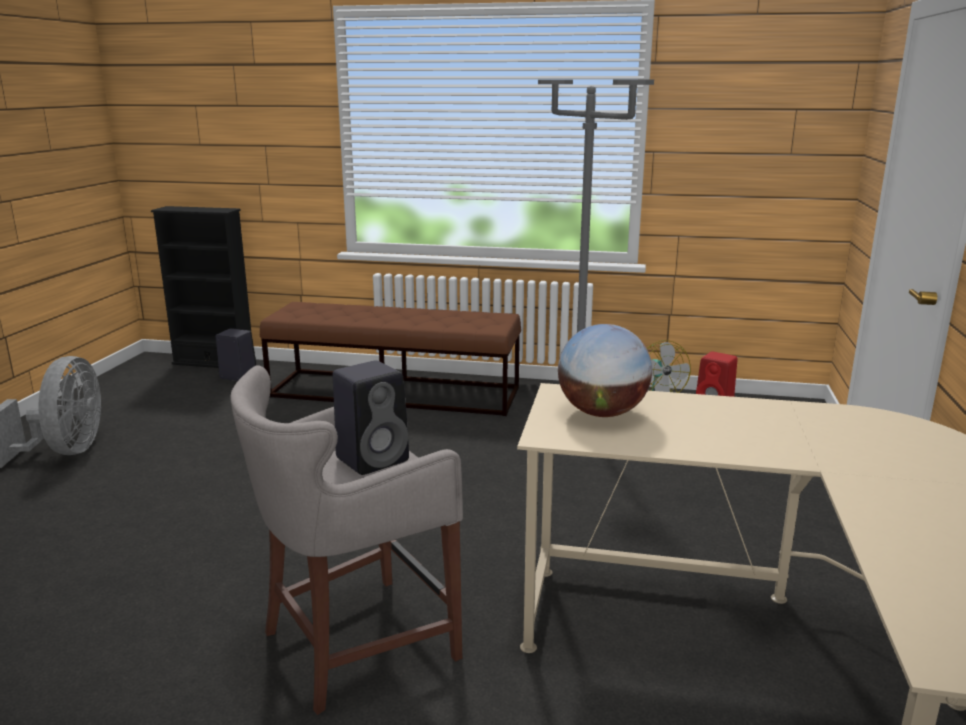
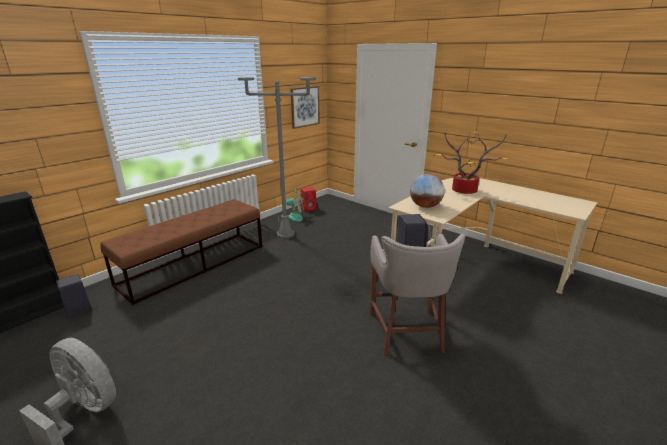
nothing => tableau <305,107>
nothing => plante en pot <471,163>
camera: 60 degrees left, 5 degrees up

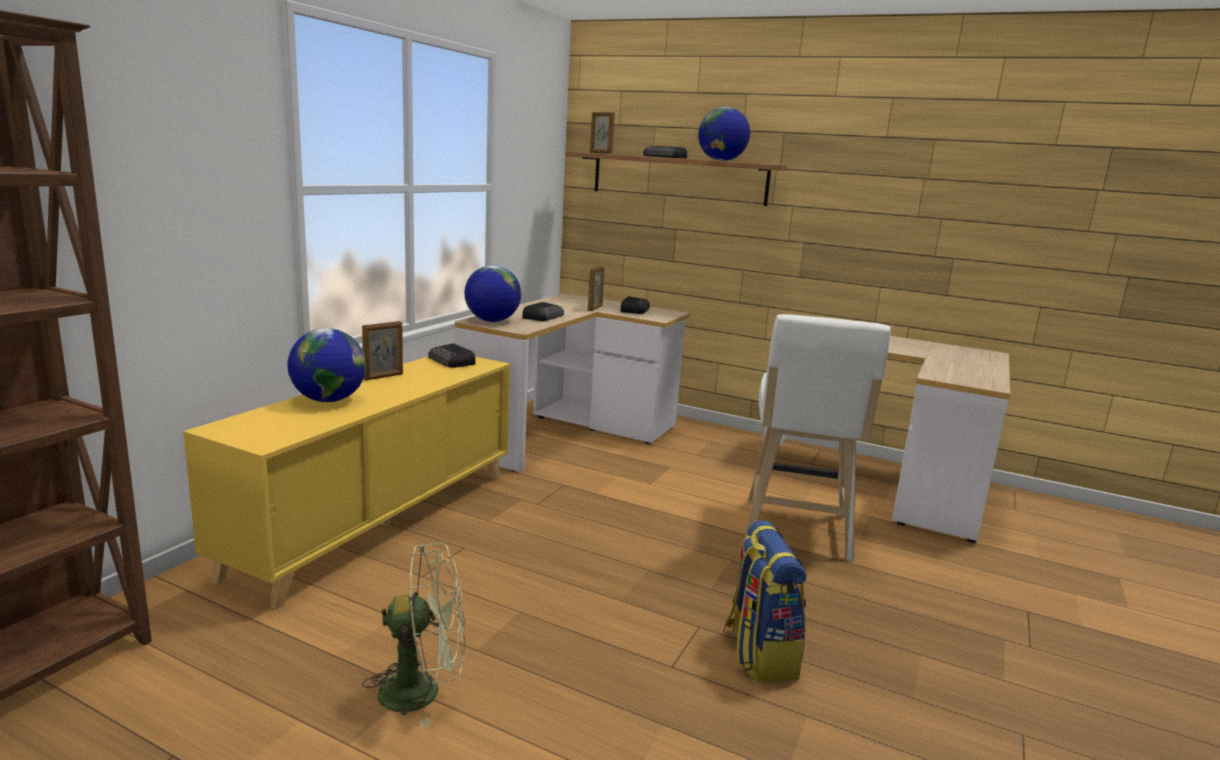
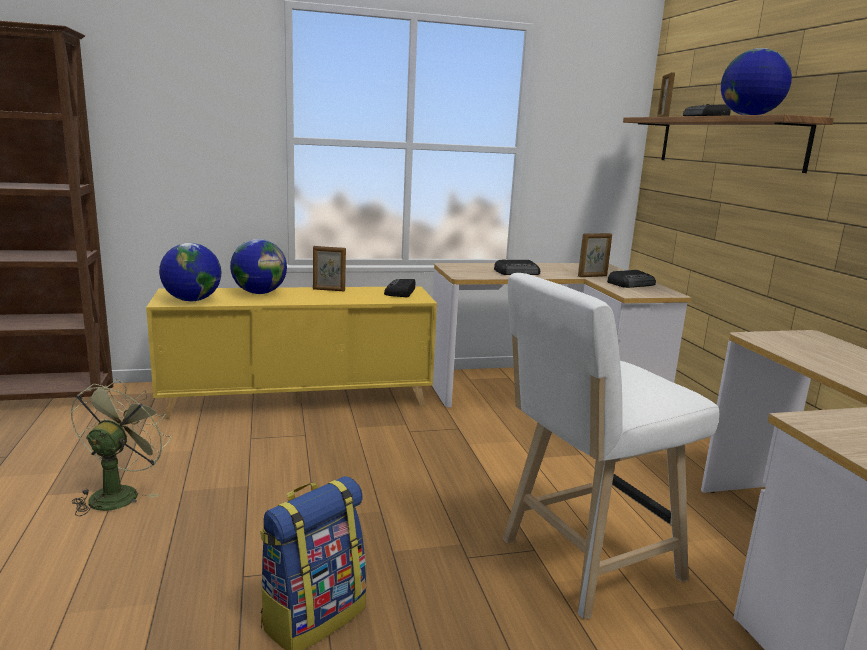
globe <492,293> => globe <190,272>, relocated
ventilateur [vert] <413,636> => ventilateur [vert] <120,447>, 120 degrees counterclockwise
camera: 50 degrees right, 0 degrees up

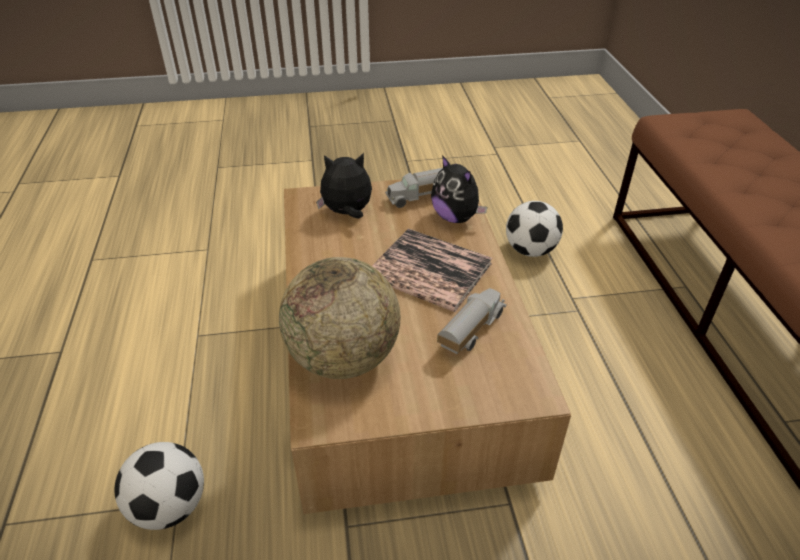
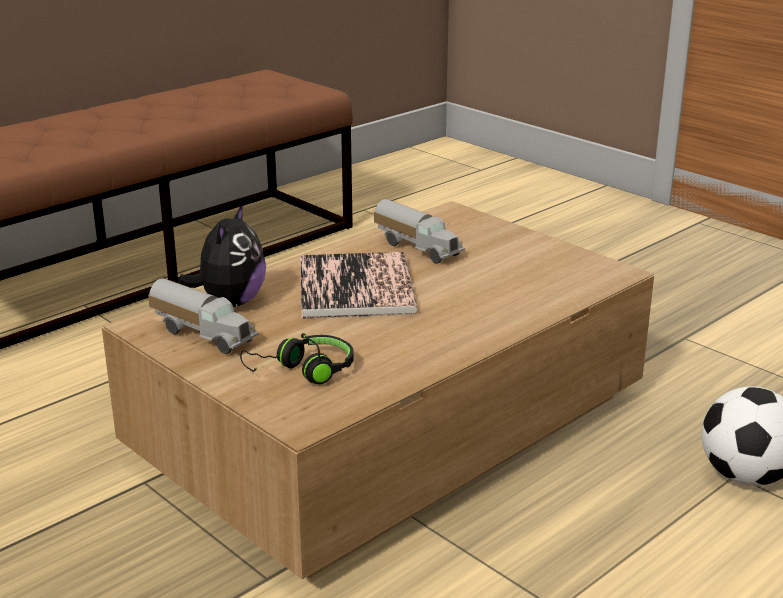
globe <339,318> => nothing
ballon de foot <534,229> => nothing
peluche <344,186> => casque audio [noir] <297,358>
camion jouet <472,321> => camion jouet <419,231>, 135 degrees counterclockwise
camera: 125 degrees left, 15 degrees down

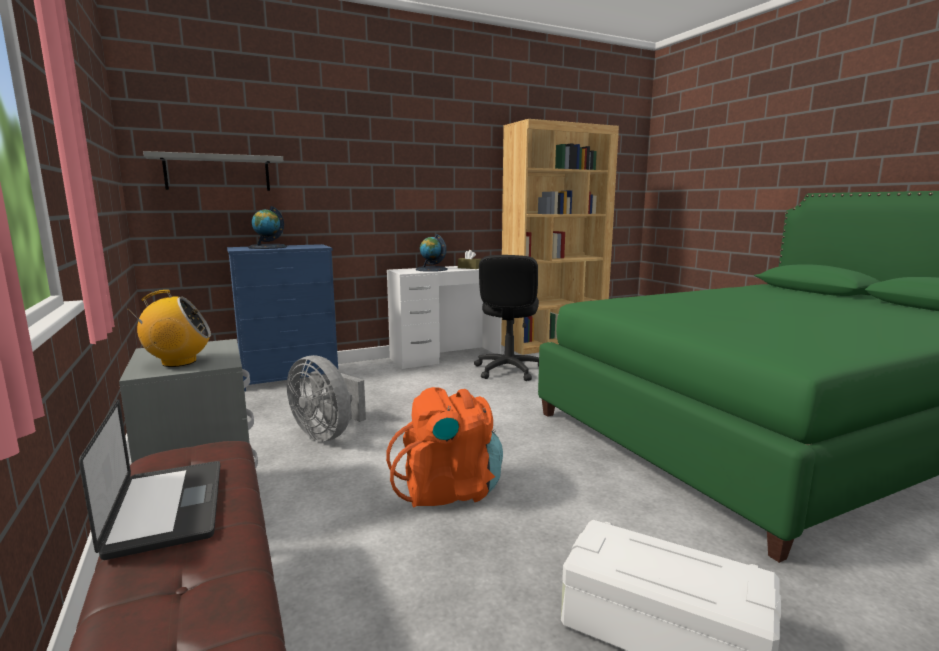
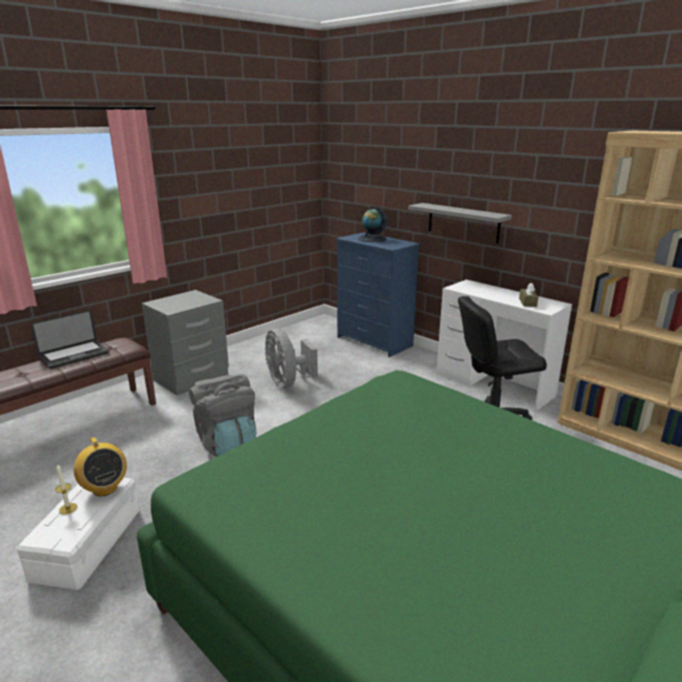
globe <432,253> => nothing
nothing => bougie <66,489>
radio <170,328> => radio <100,466>, relocated
étagère [gris] <213,171> => étagère [gris] <460,223>, relocated
sac à dos [orange] <444,447> => sac à dos [gris] <222,415>
ventilateur [gris] <326,398> => ventilateur [gris] <291,358>, 45 degrees counterclockwise
camera: 70 degrees right, 10 degrees up

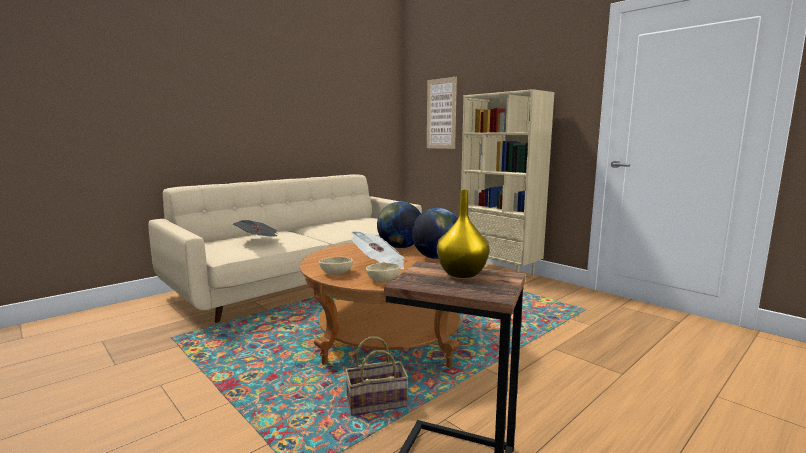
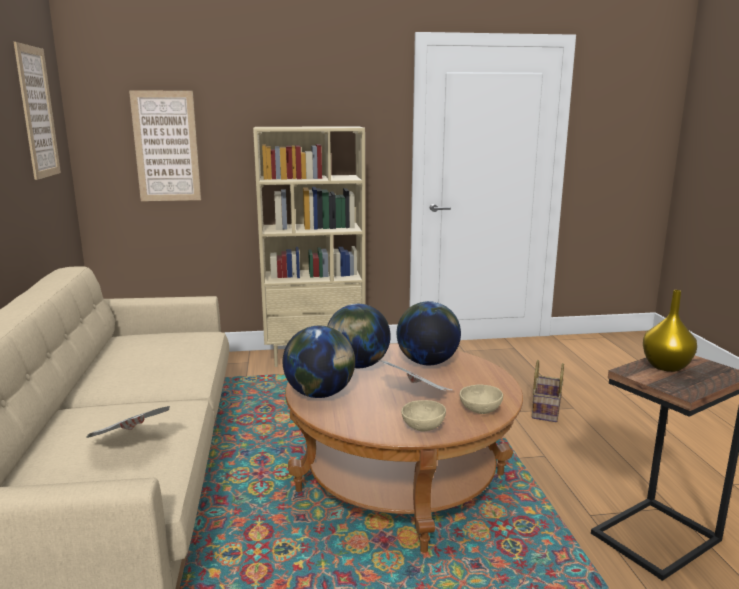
nothing => tableau <37,111>
nothing => globe <319,362>
panier <377,376> => panier <548,391>, relocated
camera: 55 degrees left, 5 degrees up

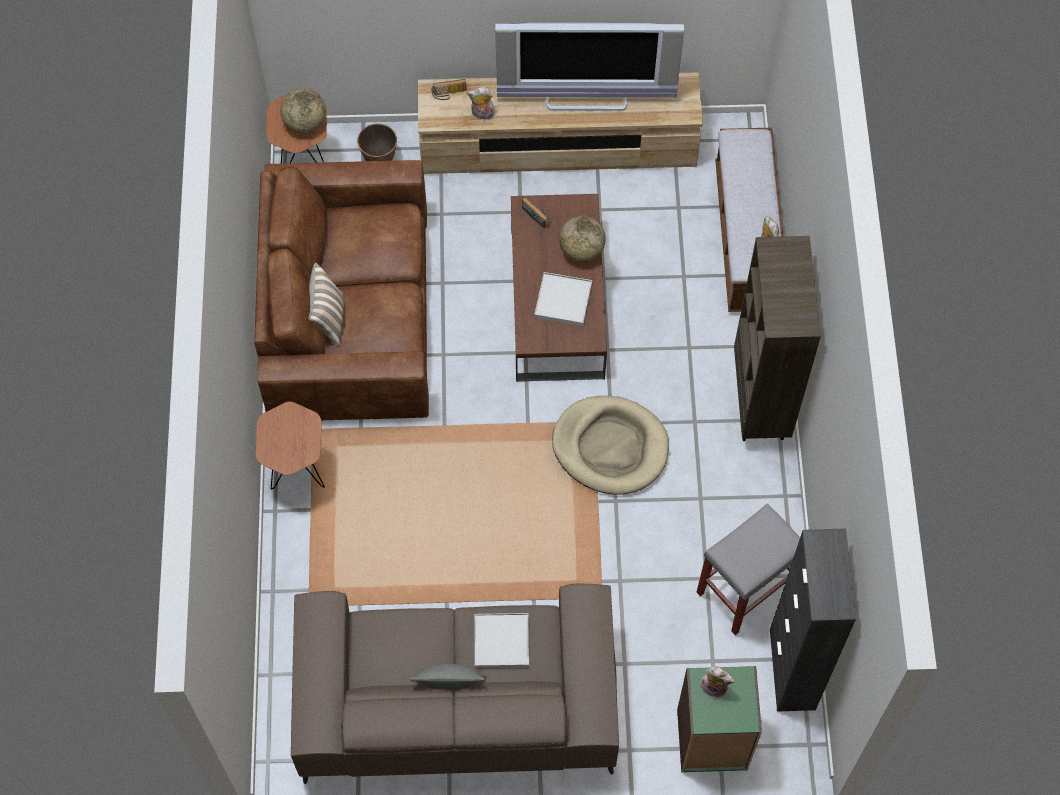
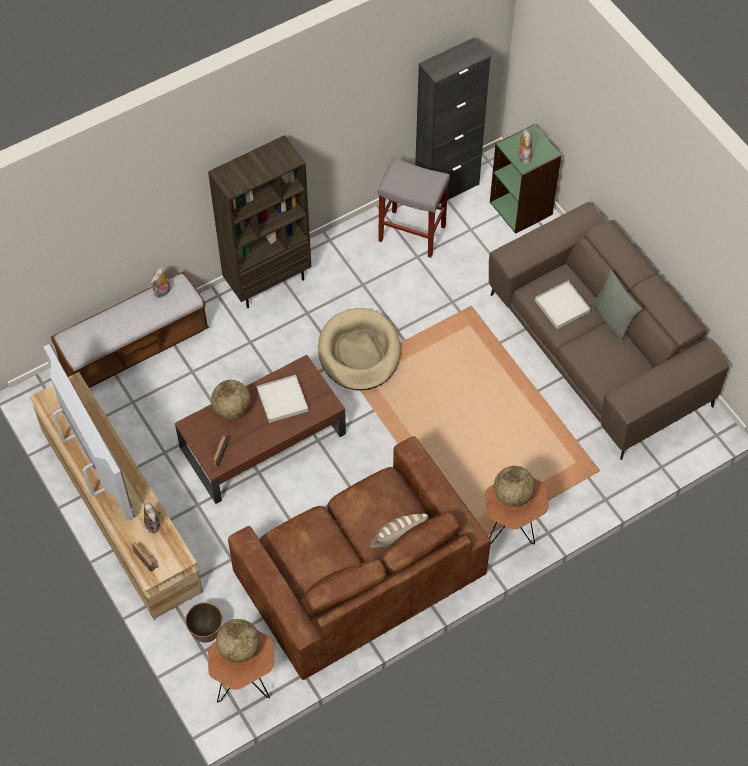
nothing => globe <514,486>
camera: 120 degrees left, 5 degrees down

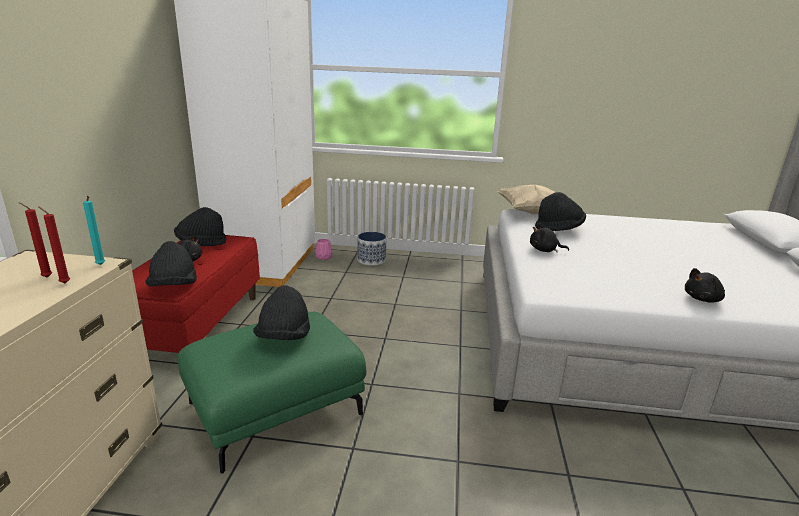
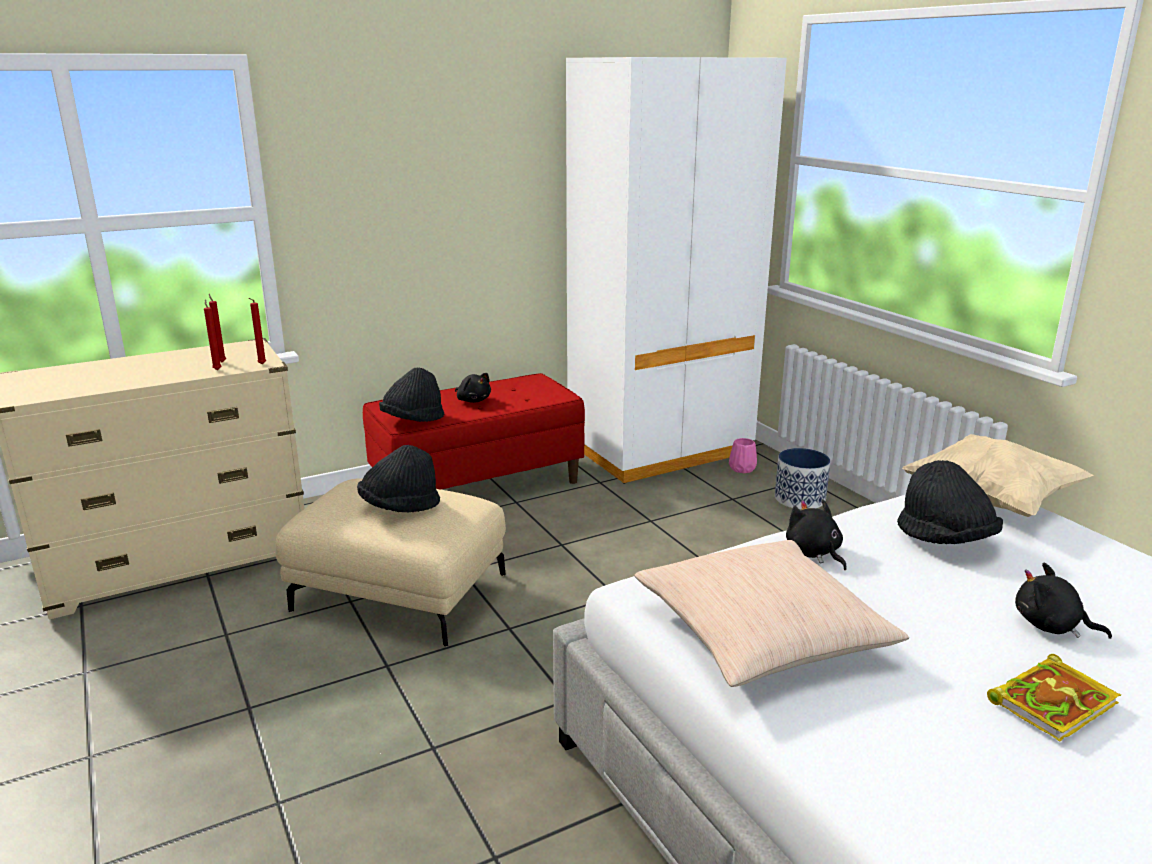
chapeau [noir] <200,226> => nothing
nothing => coussin [beige] <771,613>
nothing => livre <1054,698>
peluche [noir] <705,285> => peluche [noir] <1063,601>, relocated
bougie [turquoise] <94,230> => bougie [rouge] <257,331>
pouf [vert] <272,393> => pouf [beige] <391,562>
camera: 55 degrees right, 0 degrees up

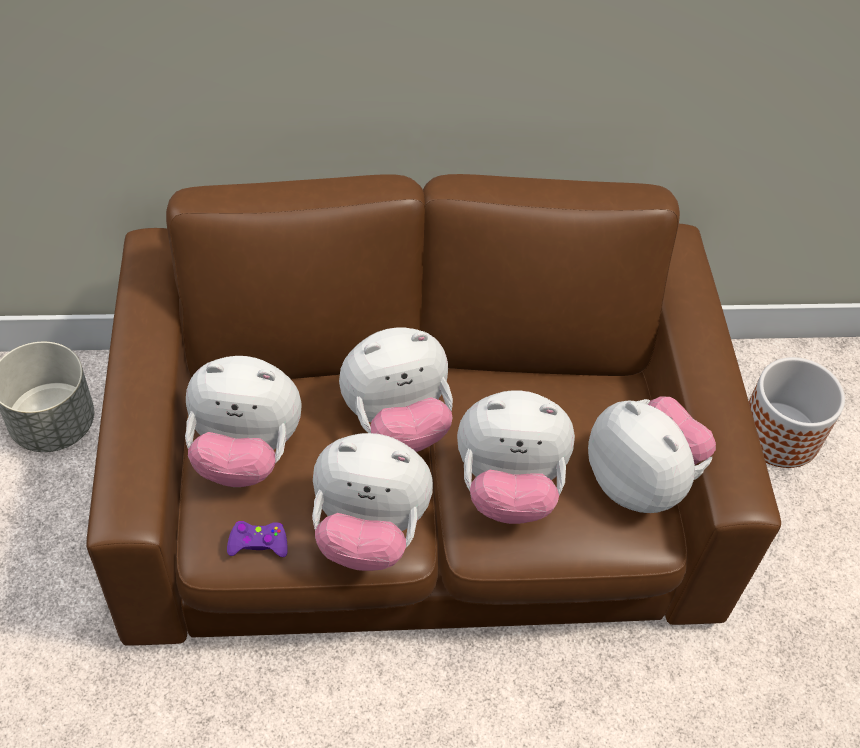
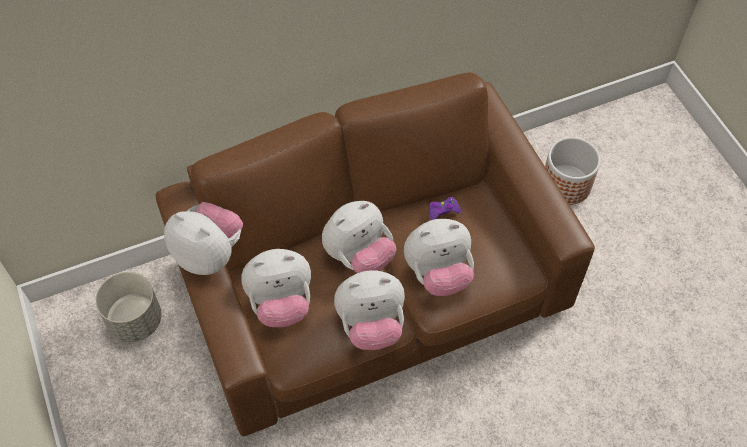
manette [violet] <257,539> => manette [violet] <445,208>, relocated
peluche <652,455> => peluche <203,238>, relocated
camera: 15 degrees left, 5 degrees up

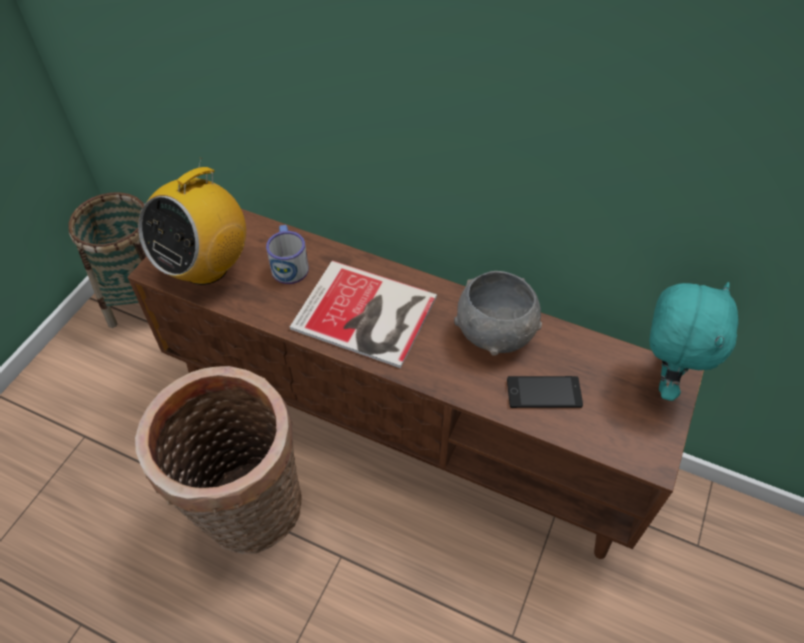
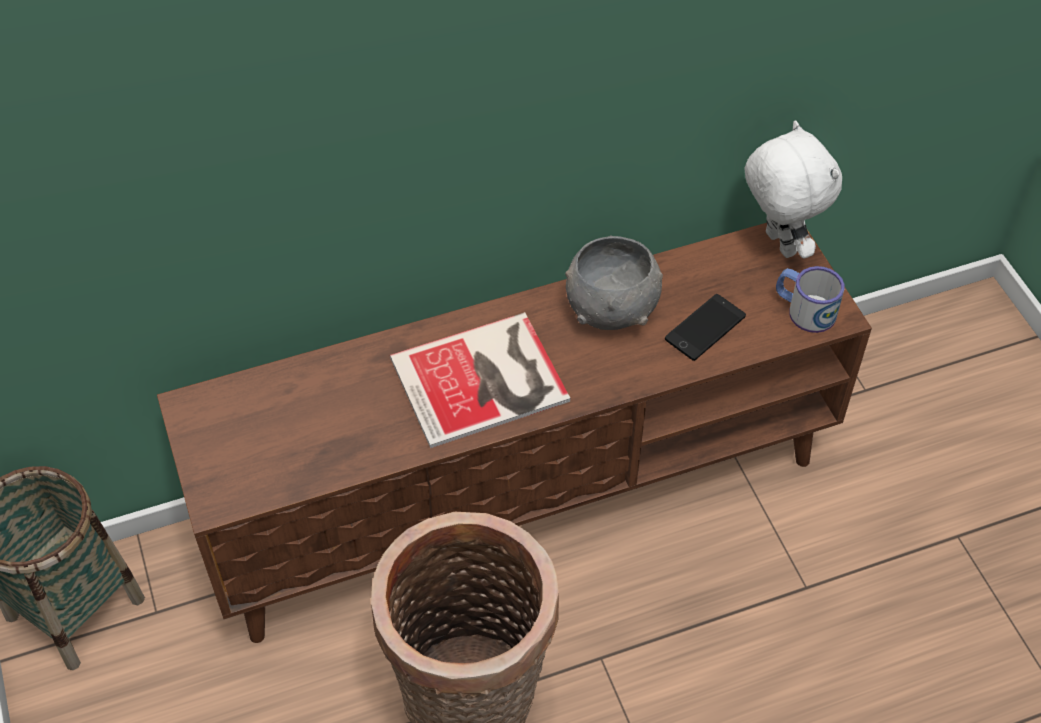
radio <192,221> => nothing
mug <287,254> => mug <810,299>, relocated
peluche [turquoise] <694,341> => peluche [blanc] <793,189>
camera: 45 degrees left, 0 degrees up

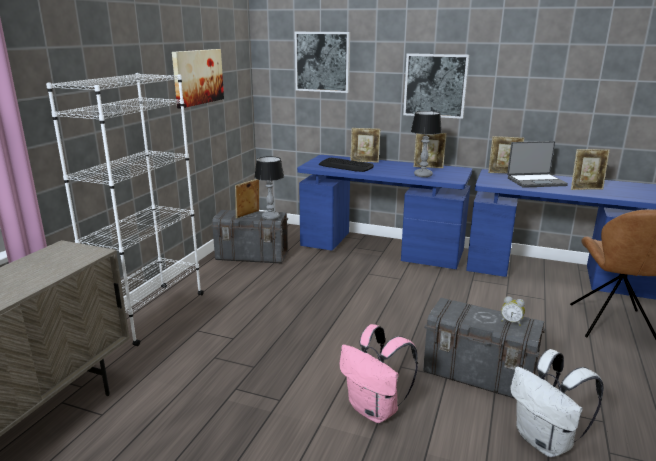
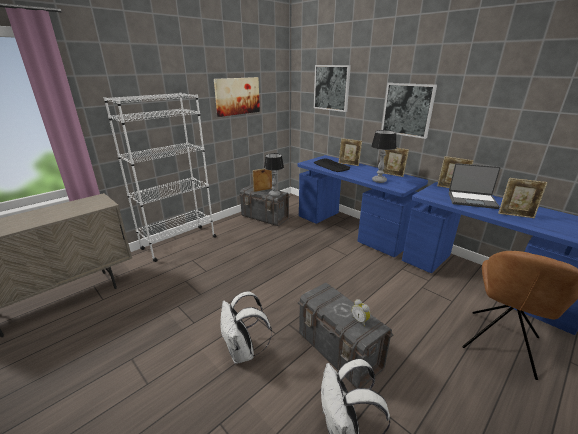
sac à dos [rose] <378,373> => sac à dos [blanc] <246,327>
camera: 25 degrees right, 5 degrees up

